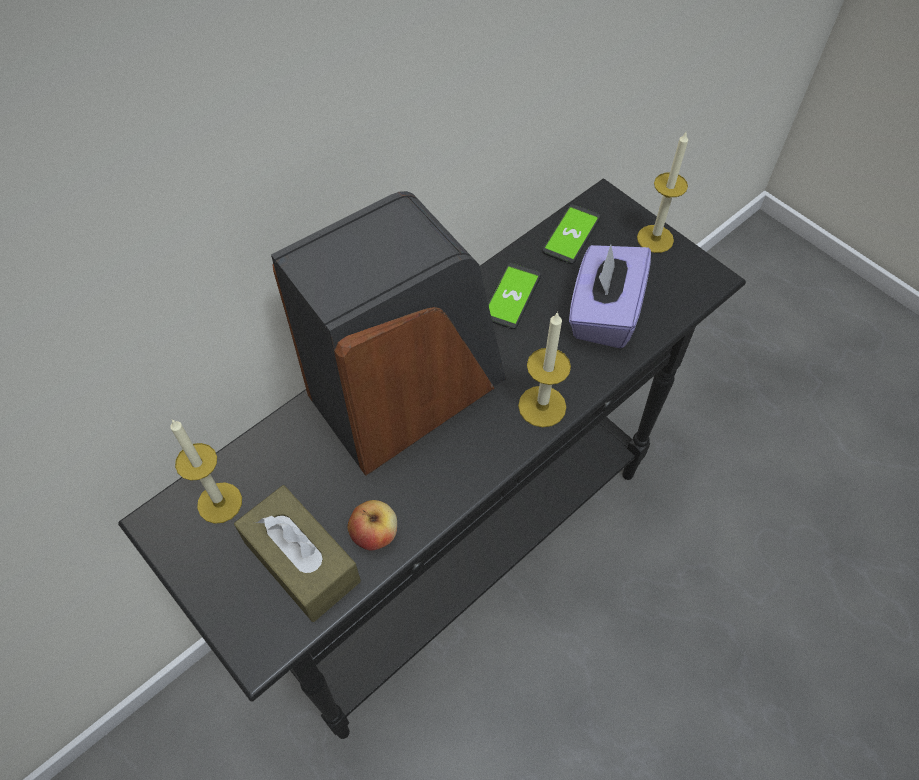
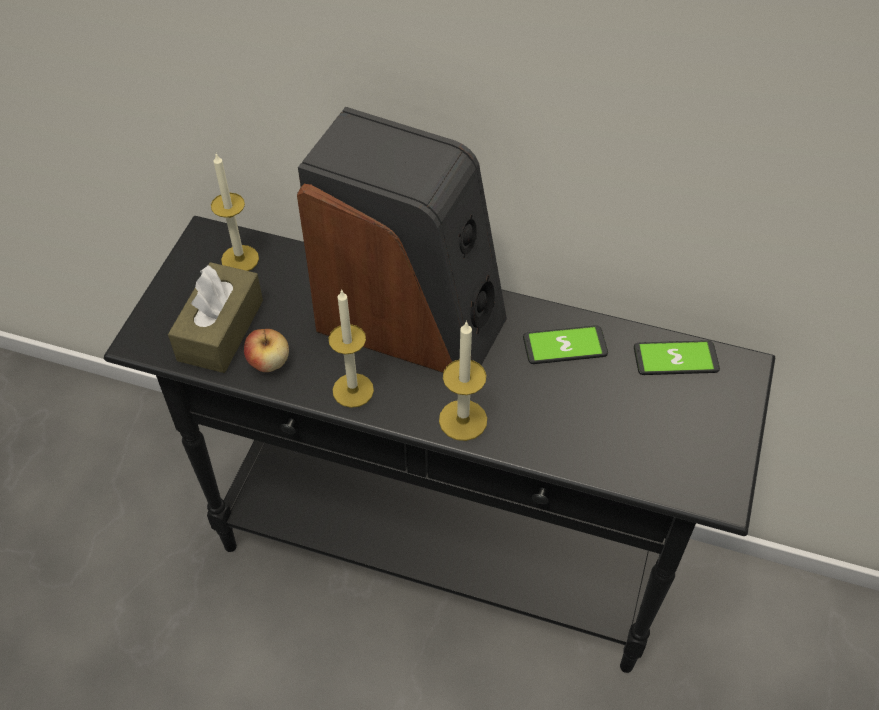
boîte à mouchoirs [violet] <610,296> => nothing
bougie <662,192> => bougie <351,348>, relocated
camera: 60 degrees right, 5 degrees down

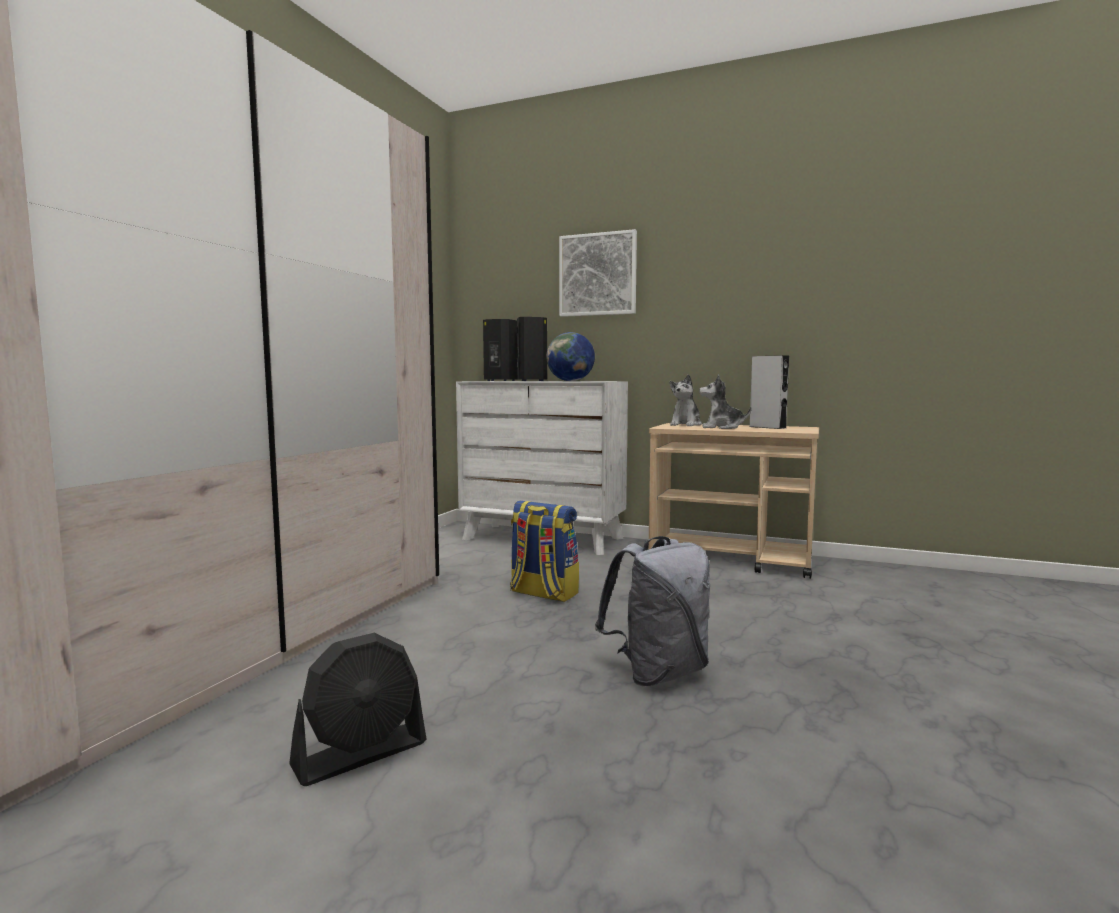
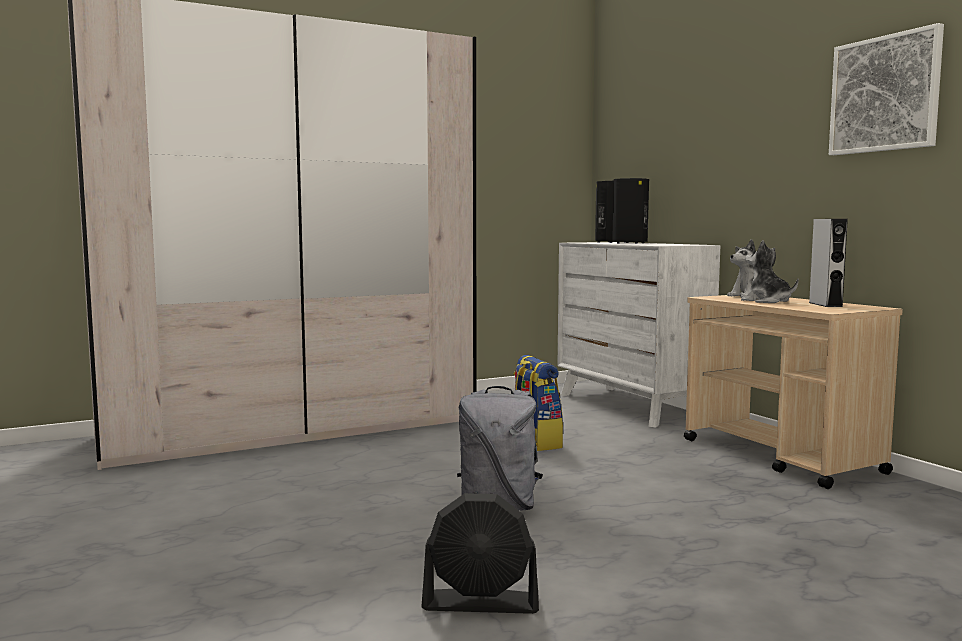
globe <570,356> => nothing
ventilateur [noir] <358,709> => ventilateur [noir] <480,553>, relocated
tableau <598,273> => tableau <886,89>, relocated
camera: 40 degrees right, 0 degrees up

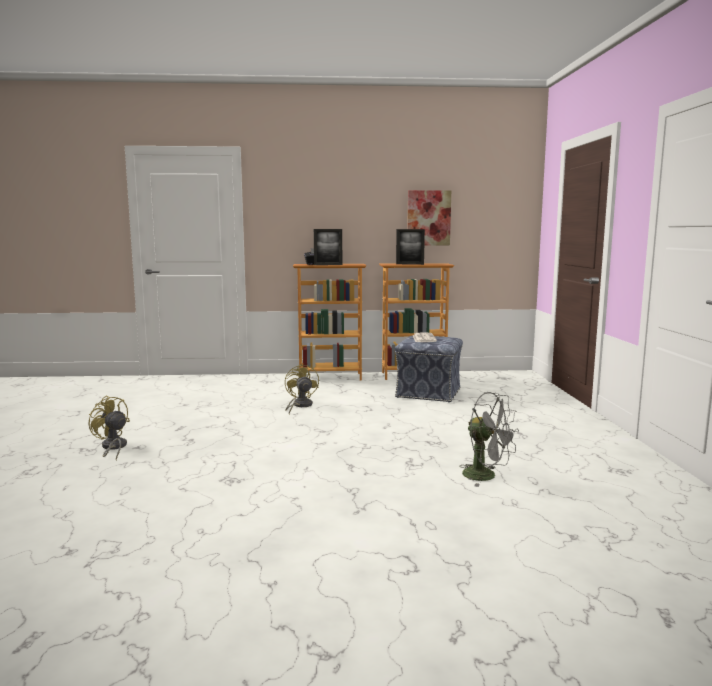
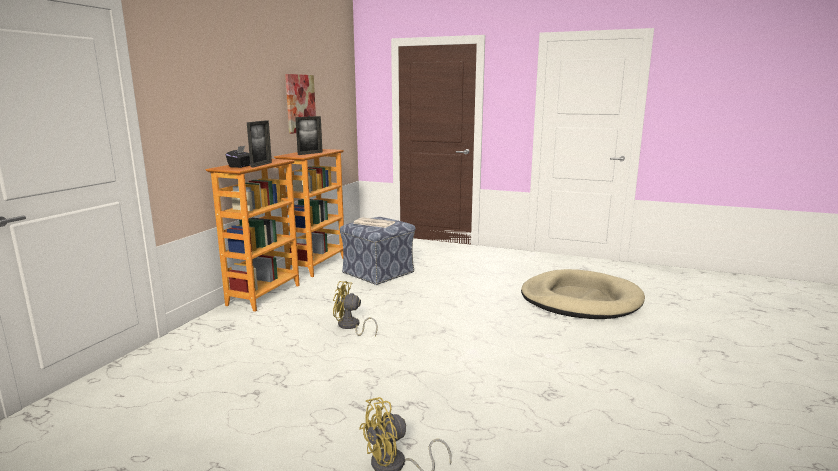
ventilateur [gris] <489,439> => panier pour chien [beige] <583,294>
camera: 65 degrees left, 5 degrees up

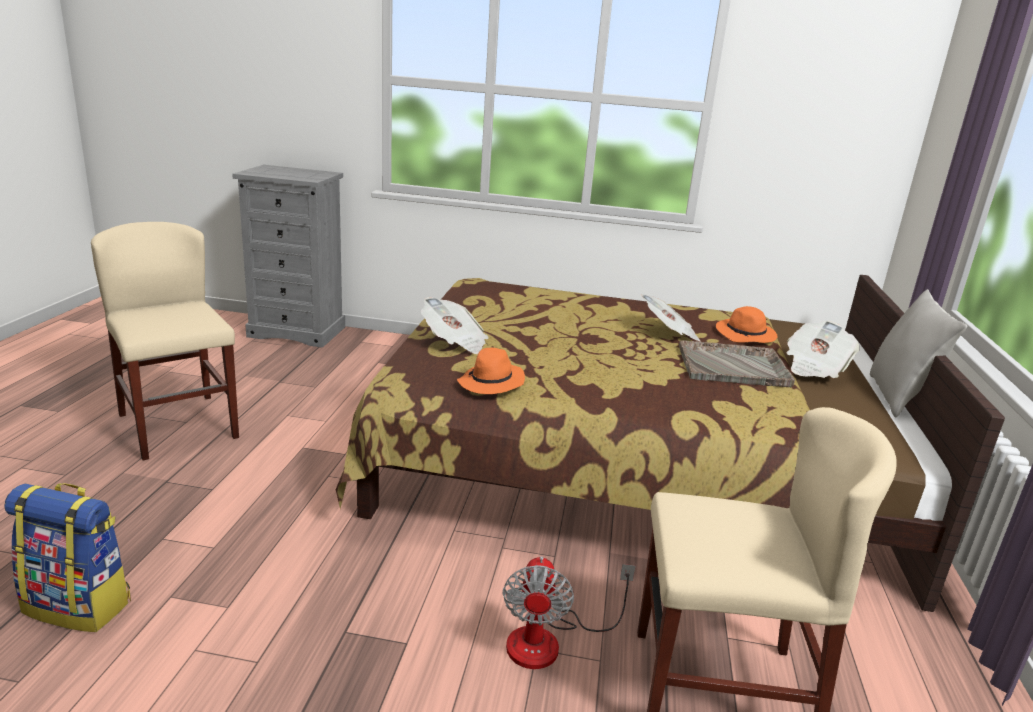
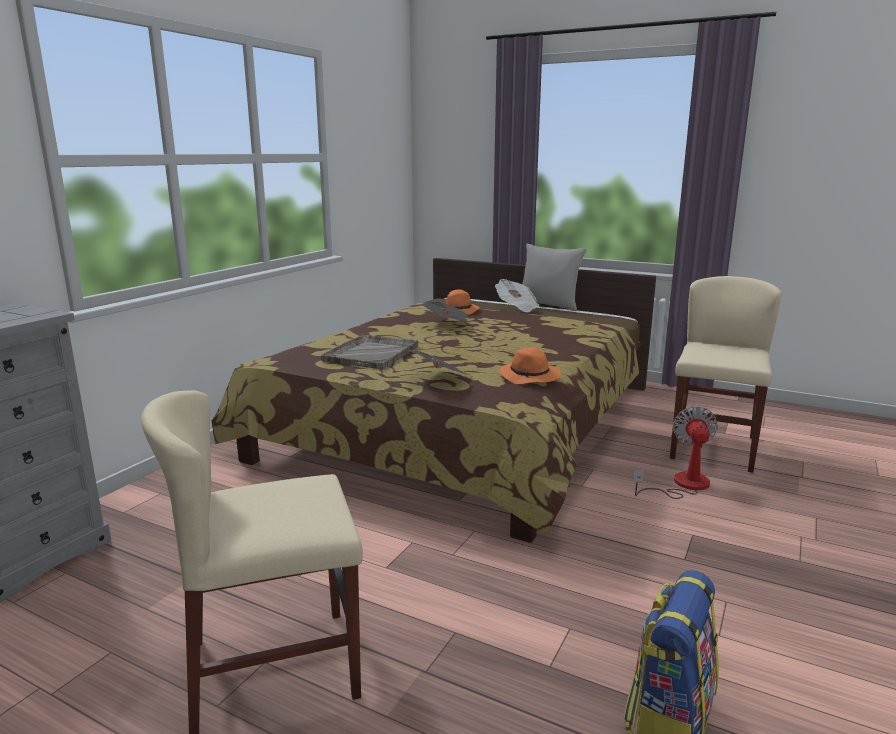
plateau [gris] <737,363> => plateau [gris] <369,352>, relocated
ventilateur <569,613> => ventilateur <675,452>, 105 degrees counterclockwise
camera: 70 degrees left, 5 degrees down

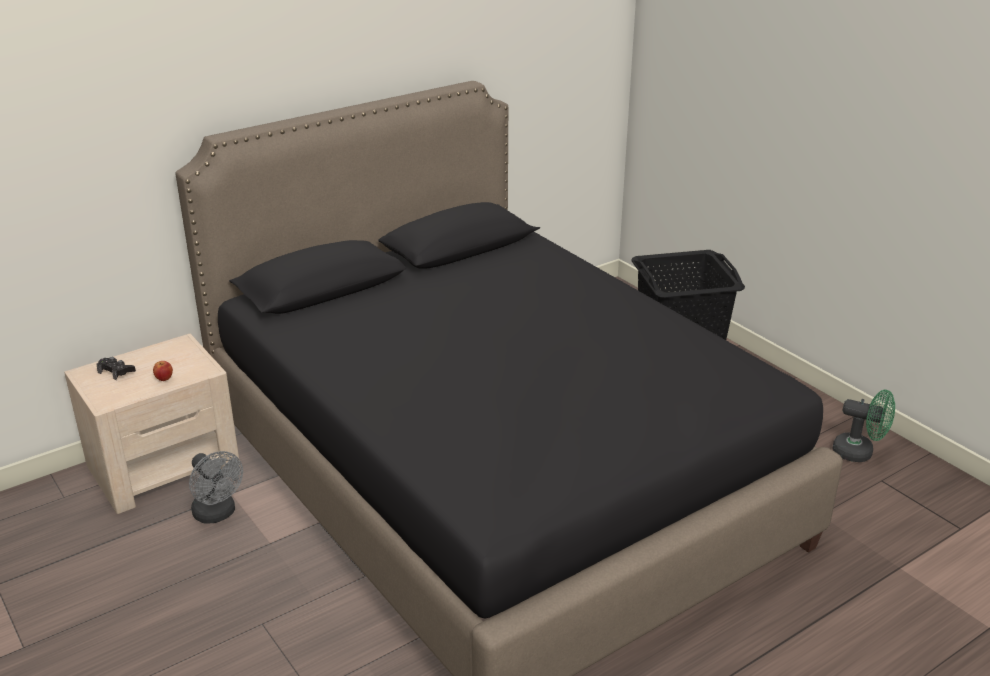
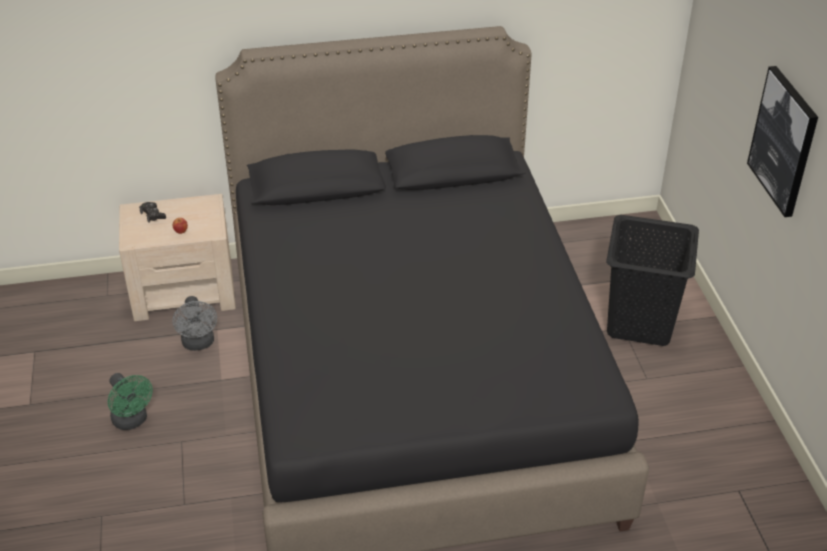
nothing => tableau <782,141>
ventilateur [vert] <863,426> => ventilateur [vert] <130,401>, relocated
camera: 25 degrees right, 10 degrees up

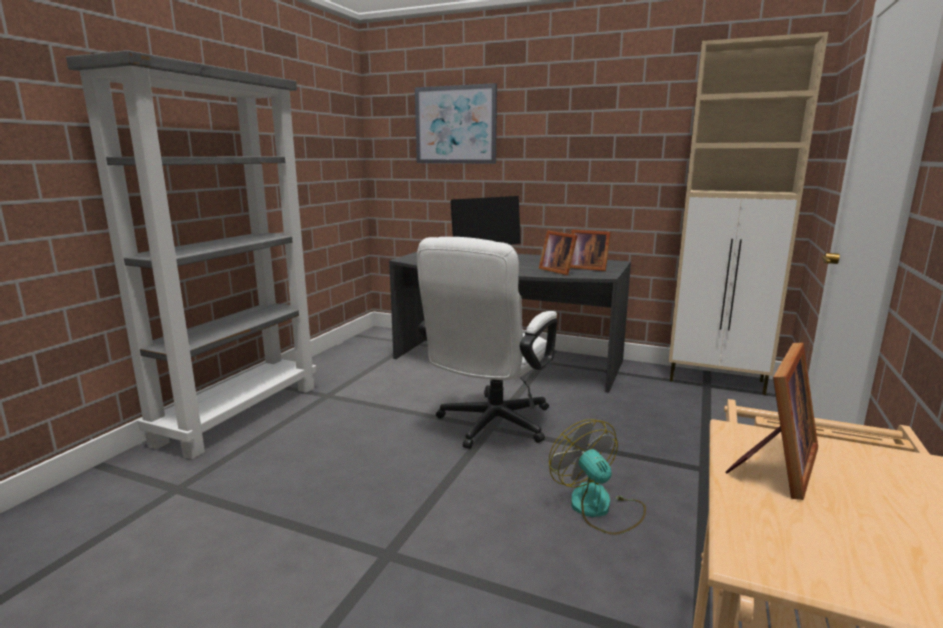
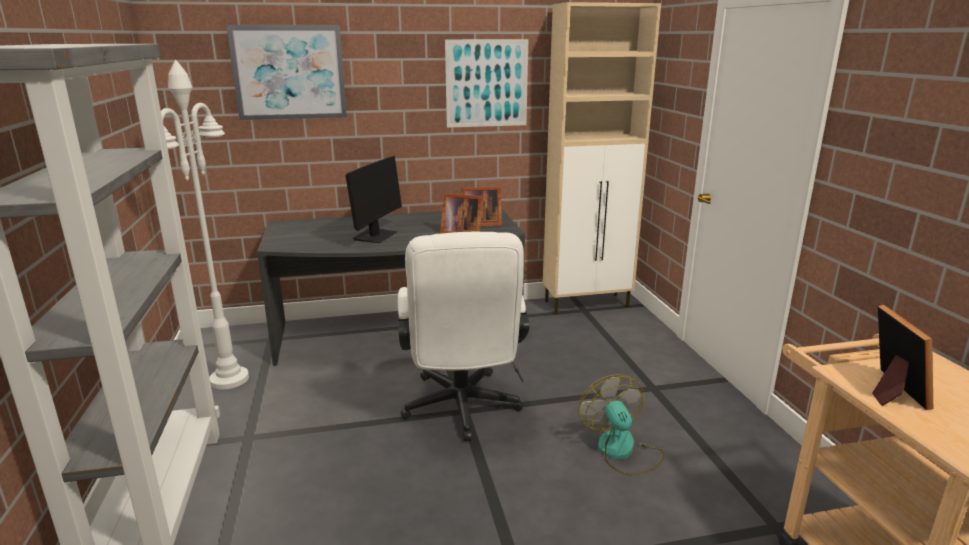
nothing => lampadaire [blanc] <205,224>
nothing => tableau <486,83>
ventilateur <597,477> => ventilateur <621,425>, 45 degrees clockwise
camera: 35 degrees left, 5 degrees up

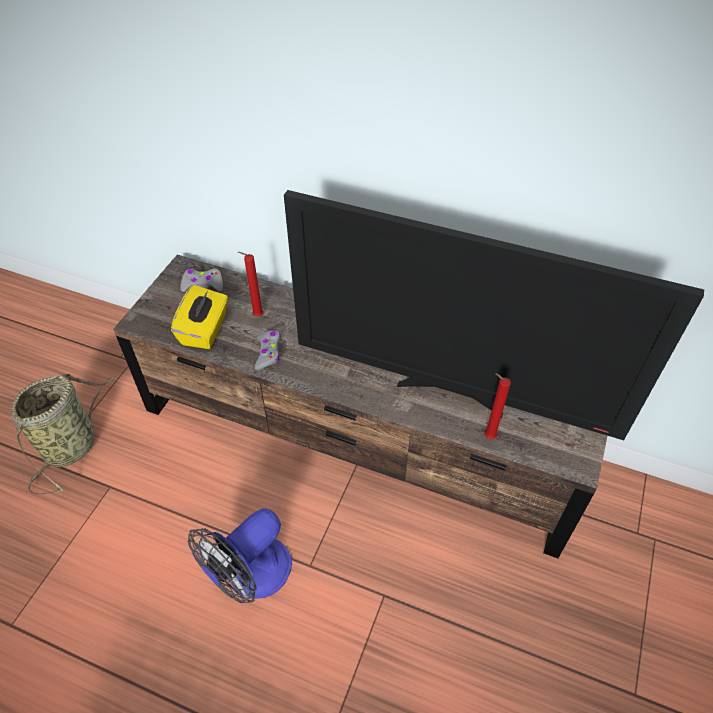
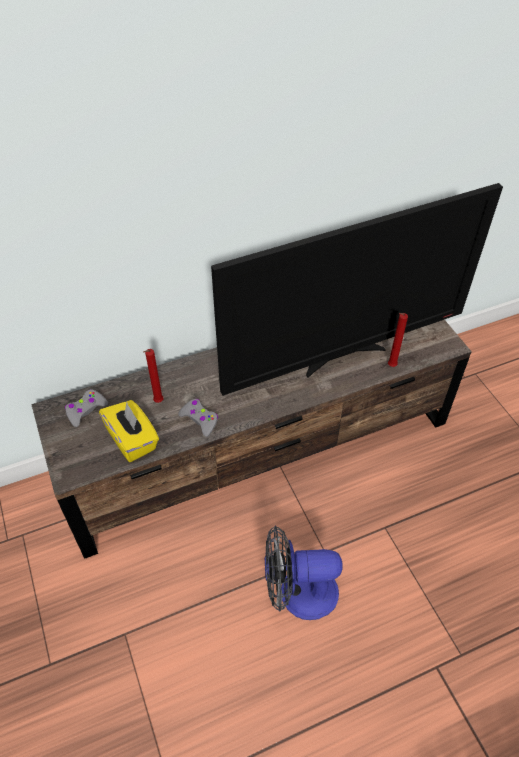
panier <63,434> => nothing
ventilateur <240,556> => ventilateur <304,573>, 90 degrees clockwise
camera: 45 degrees left, 0 degrees up

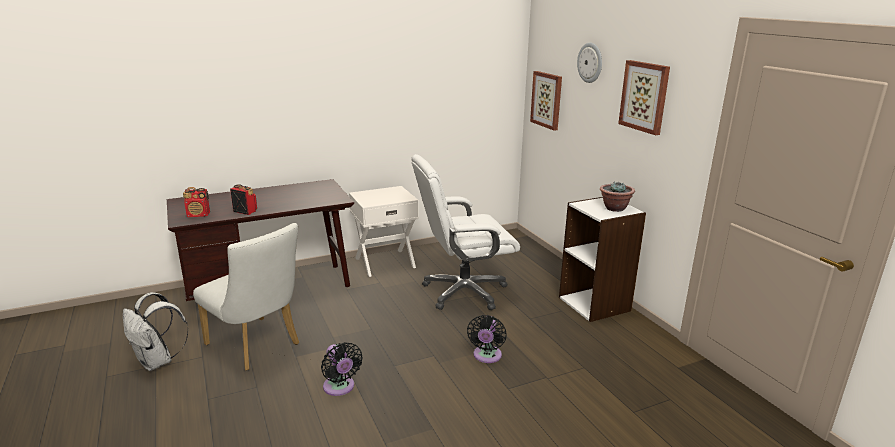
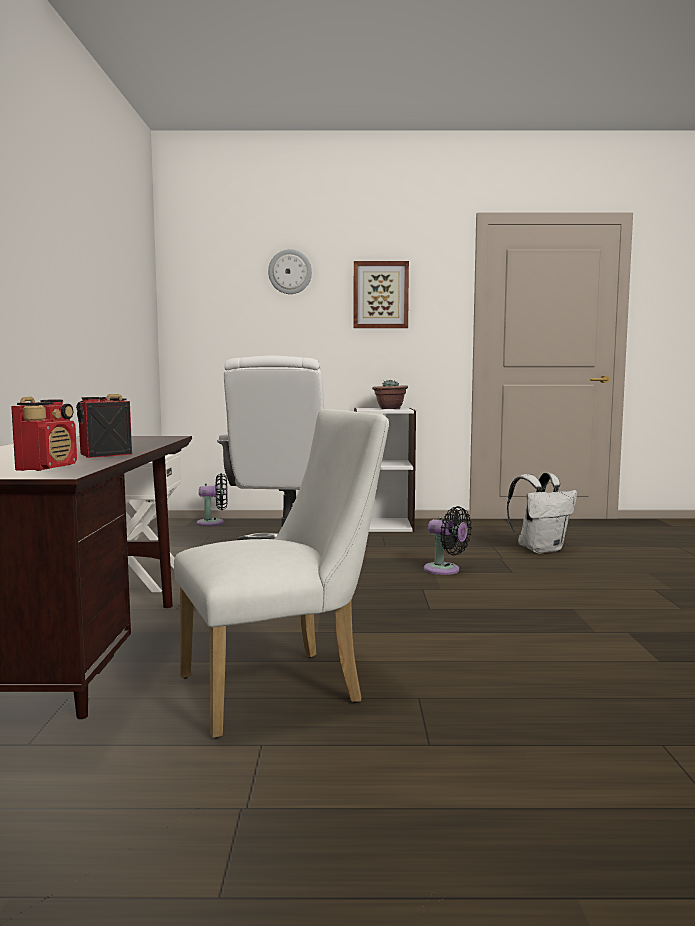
tableau <546,101> => nothing
sac à dos [blanc] <155,331> => sac à dos [blanc] <542,513>, relocated
ventilateur [noir] <342,369> => ventilateur [noir] <212,499>, relocated
camera: 65 degrees left, 15 degrees down

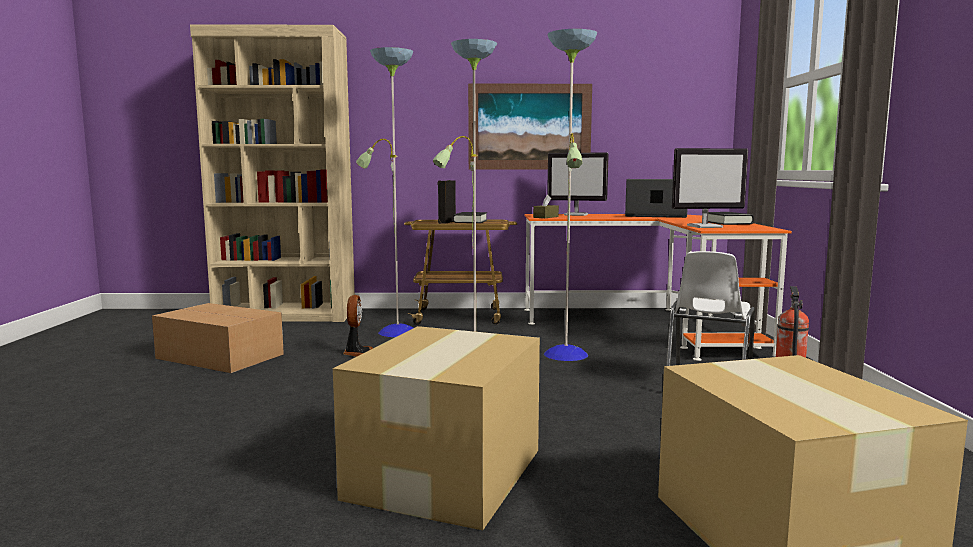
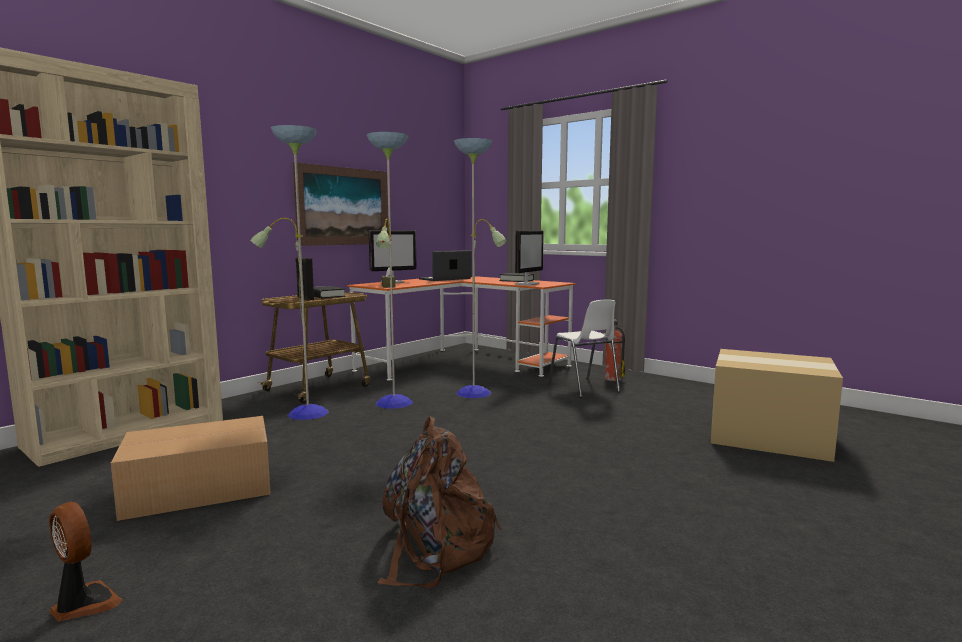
carton <436,428> => nothing
nothing => sac à dos [marron] <439,502>
ventilateur <358,326> => ventilateur <86,561>, relocated
camera: 50 degrees left, 0 degrees up

